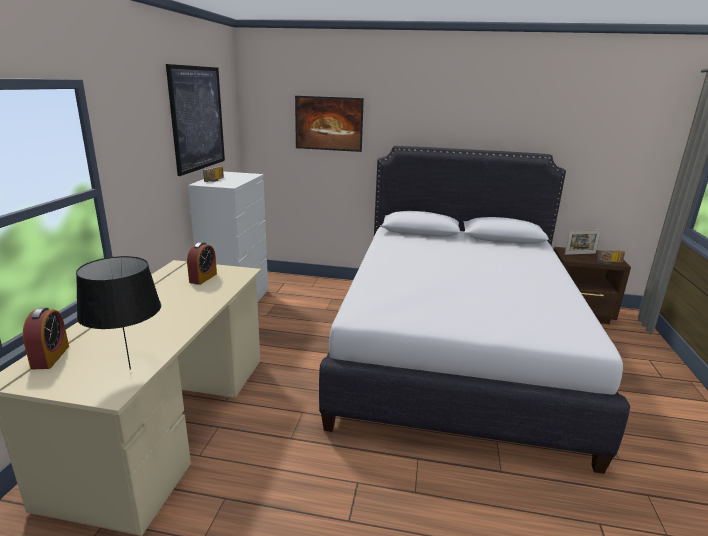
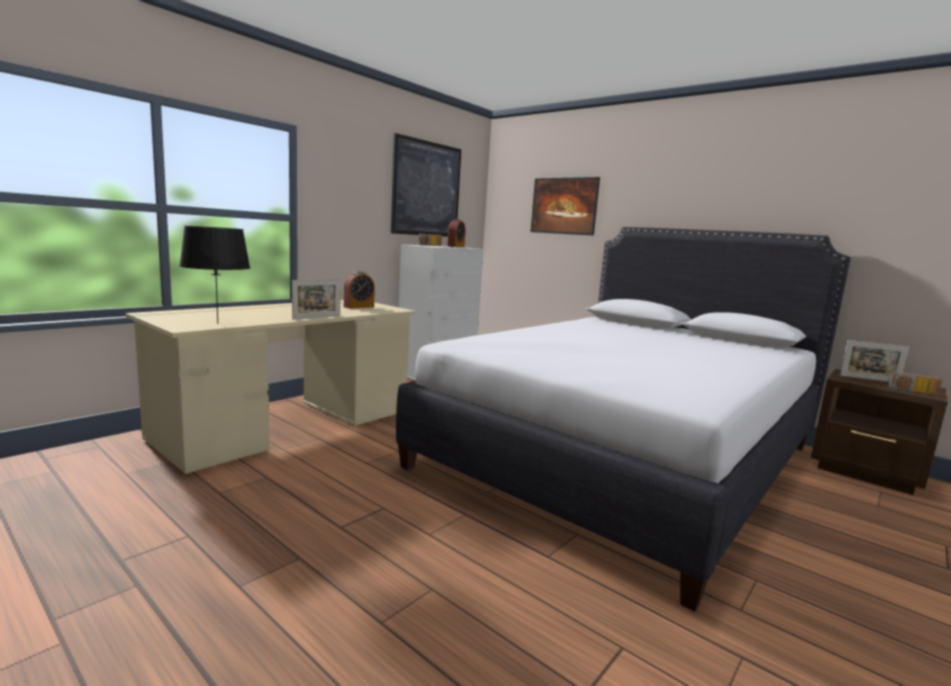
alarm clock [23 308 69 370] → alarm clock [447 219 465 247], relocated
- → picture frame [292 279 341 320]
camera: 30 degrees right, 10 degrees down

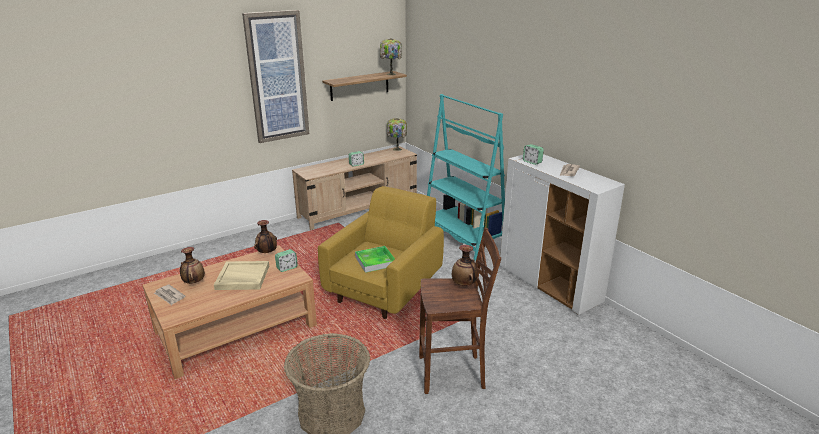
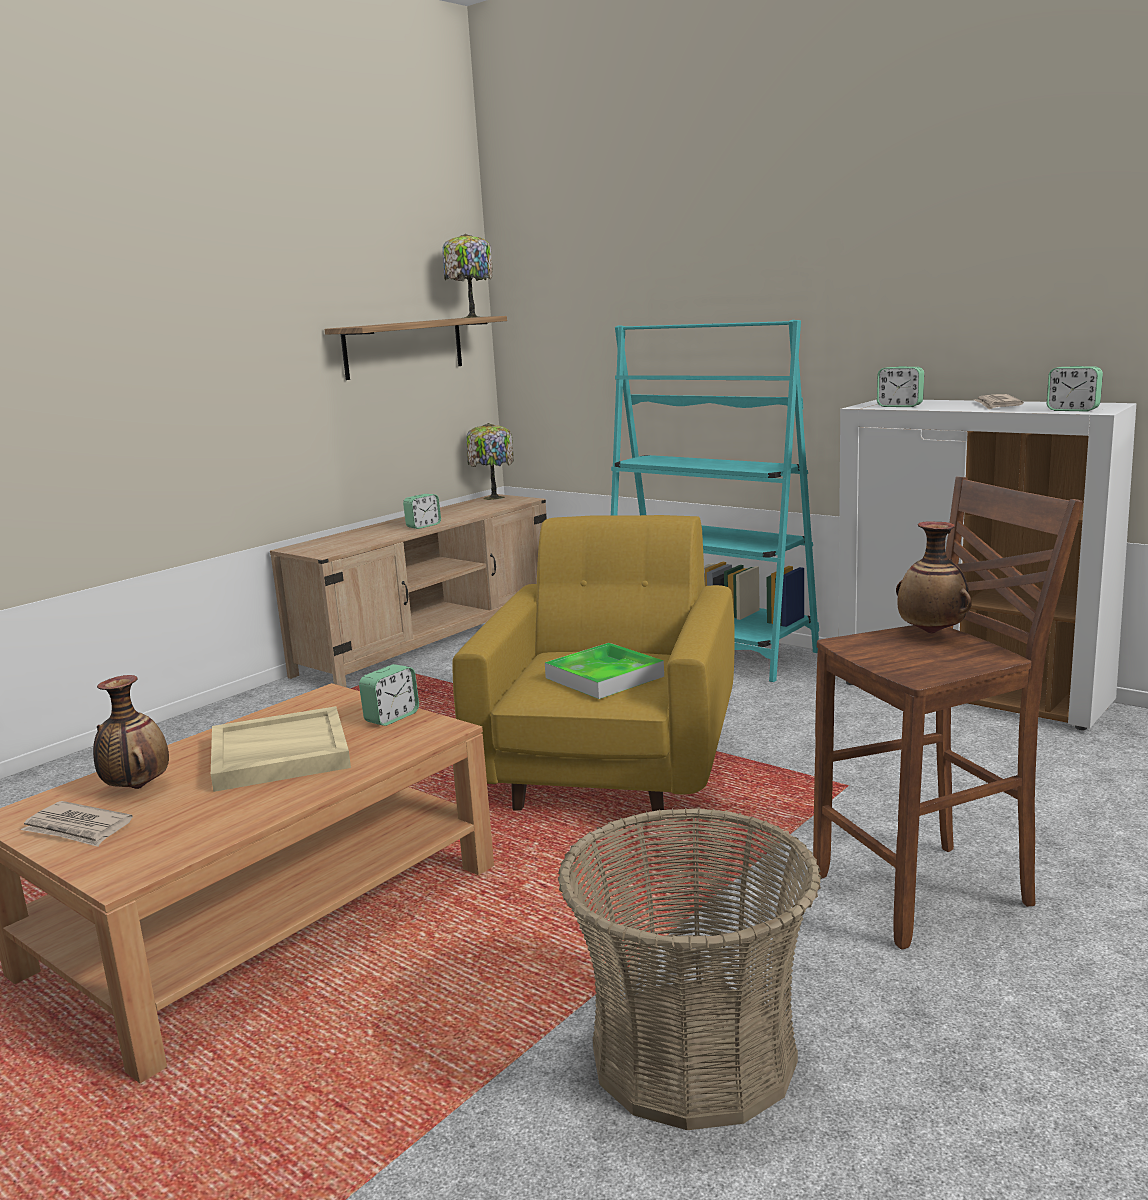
picture [242 10 309 143] → -
vase [254 220 277 253] → -
- → alarm clock [1047 366 1103 411]
camera: 15 degrees left, 10 degrees down

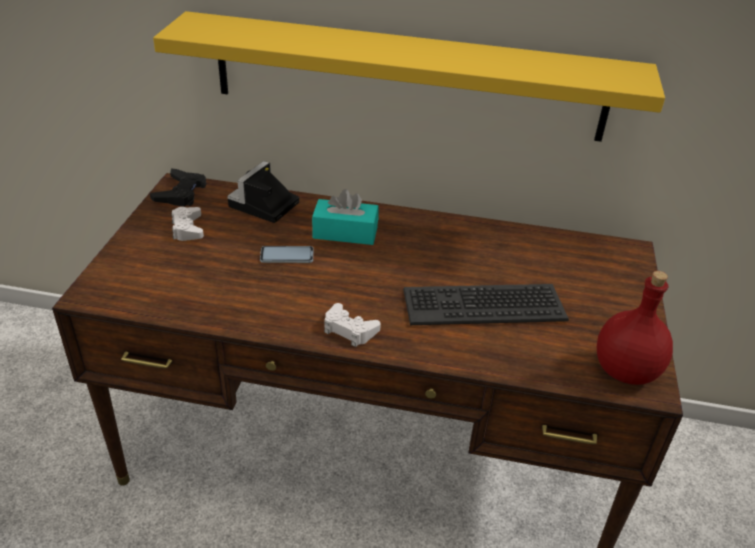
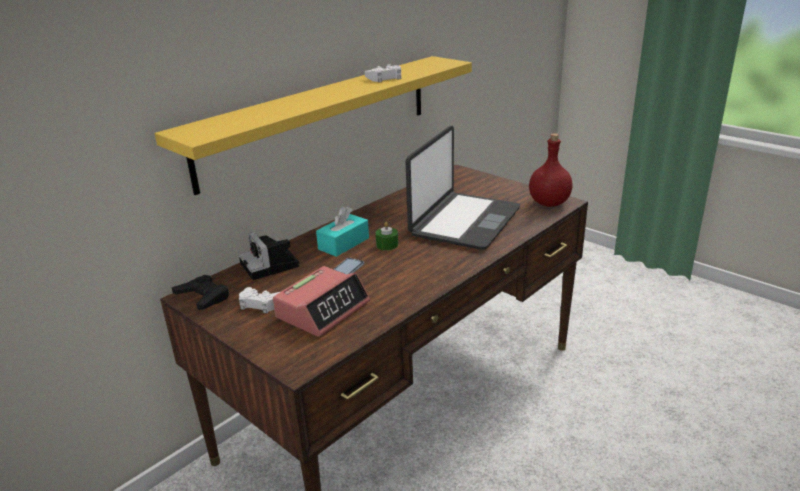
game controller/white [324 303 381 347] → game controller/white [365 64 401 83], relocated
keyboard [403 284 569 325] → laptop [406 126 520 250]
- → alarm clock [273 266 370 337]
- → candle/green [376 221 398 251]
camera: 55 degrees left, 10 degrees down

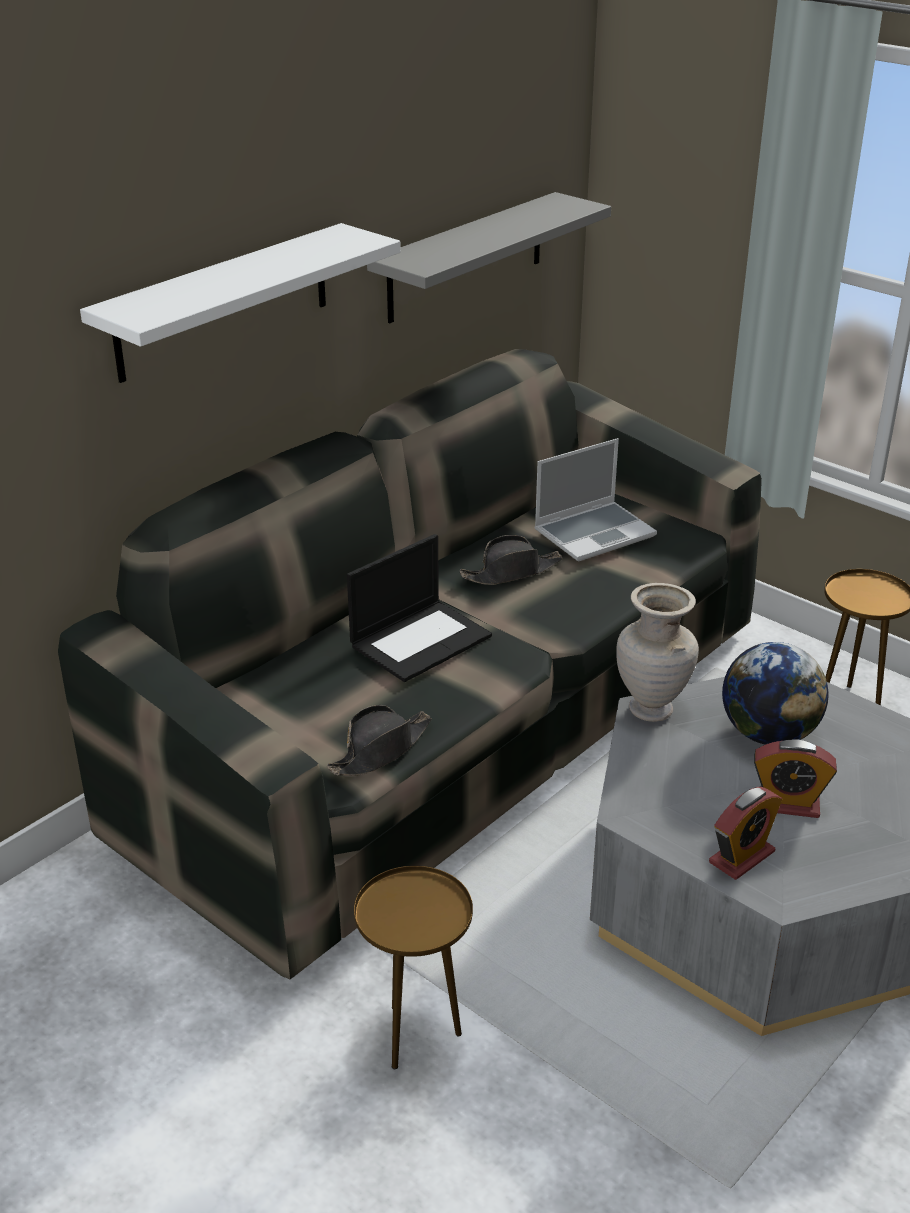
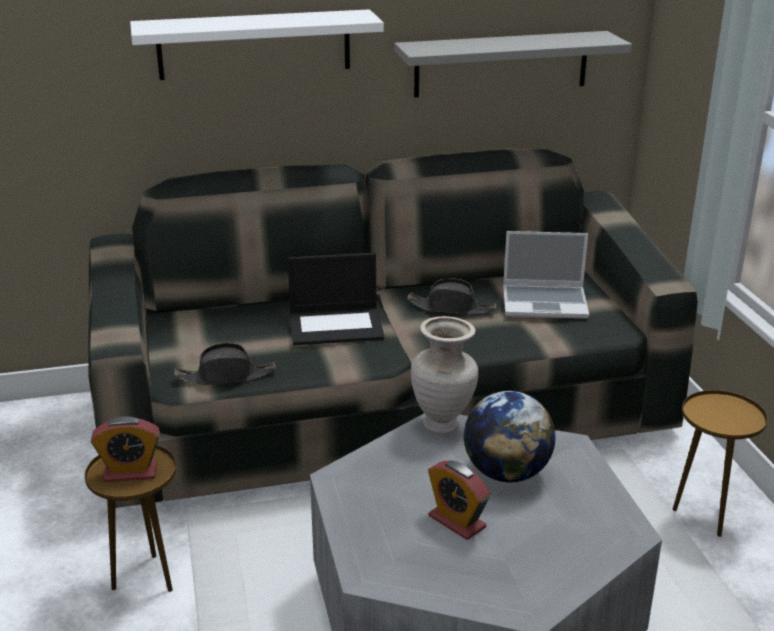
alarm clock [709 787 782 880] → alarm clock [91 416 160 482], relocated
camera: 35 degrees right, 5 degrees down

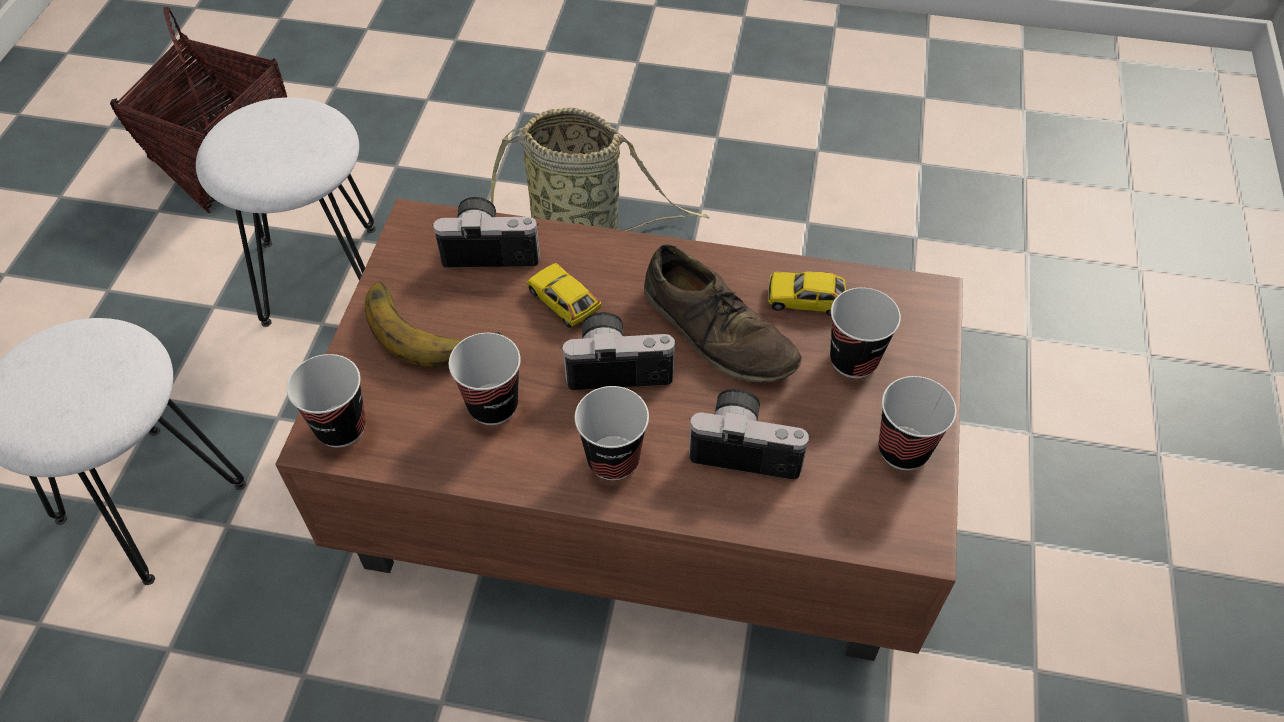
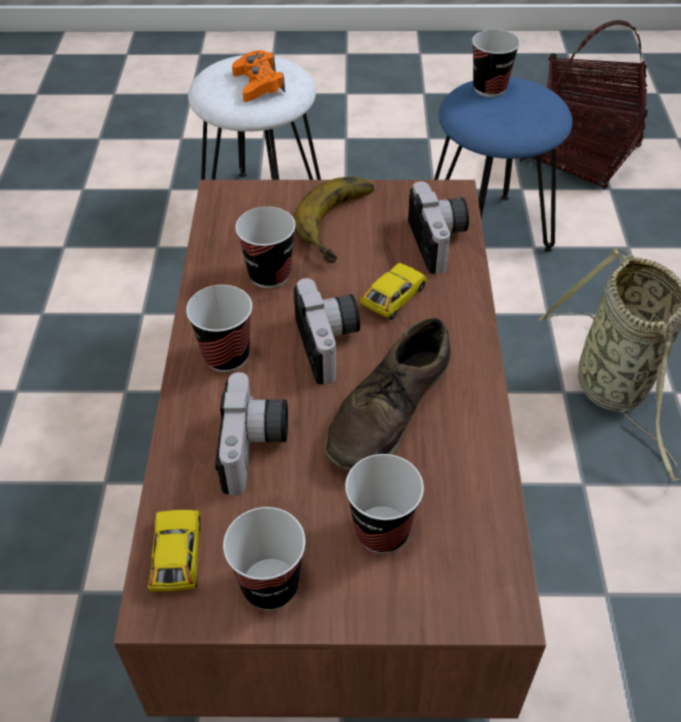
stool/white [196 97 376 327] → stool/blue [434 77 573 253]
cup [287 354 366 447] → cup [472 29 520 97], relocated
toy car [768 271 846 316] → toy car [148 510 201 592], relocated
- → game controller/orange [232 50 285 102]
camera: 80 degrees right, 5 degrees down

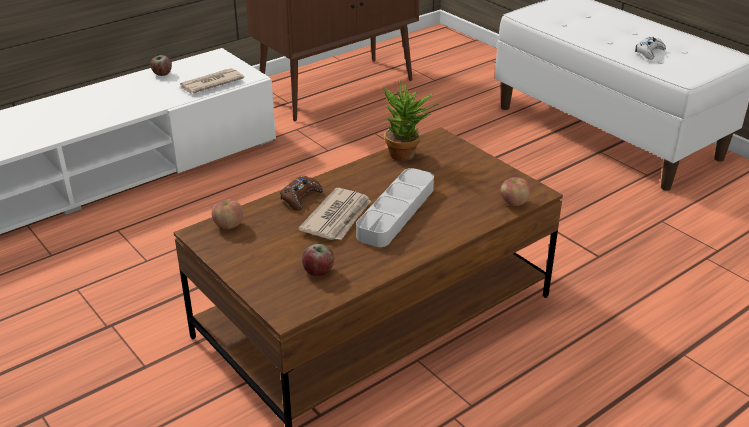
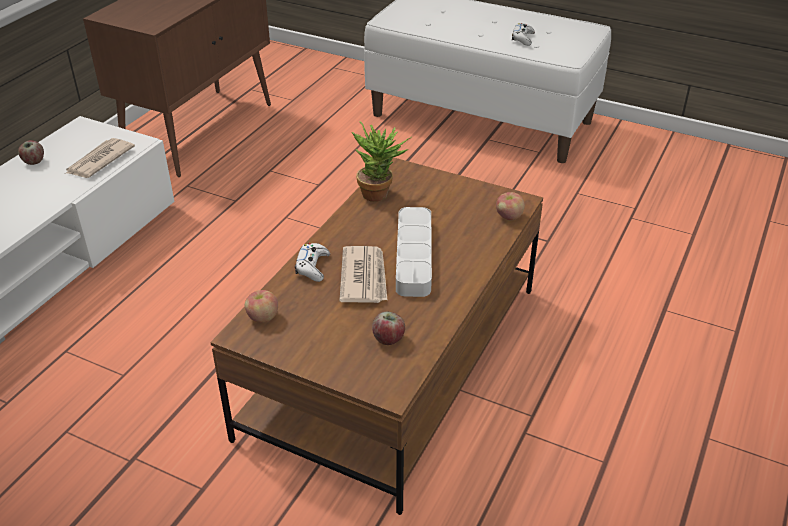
game controller/brown [280 176 323 211] → game controller/white [295 243 330 282]
camera: 25 degrees left, 5 degrees up

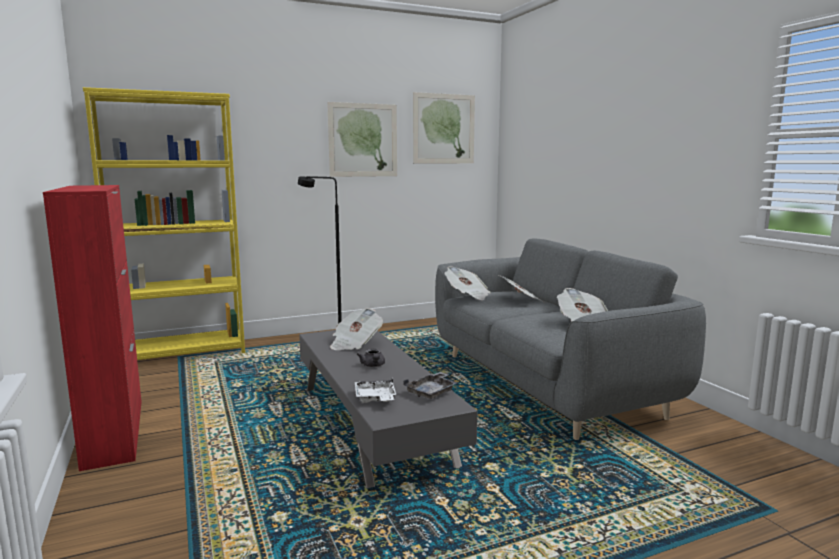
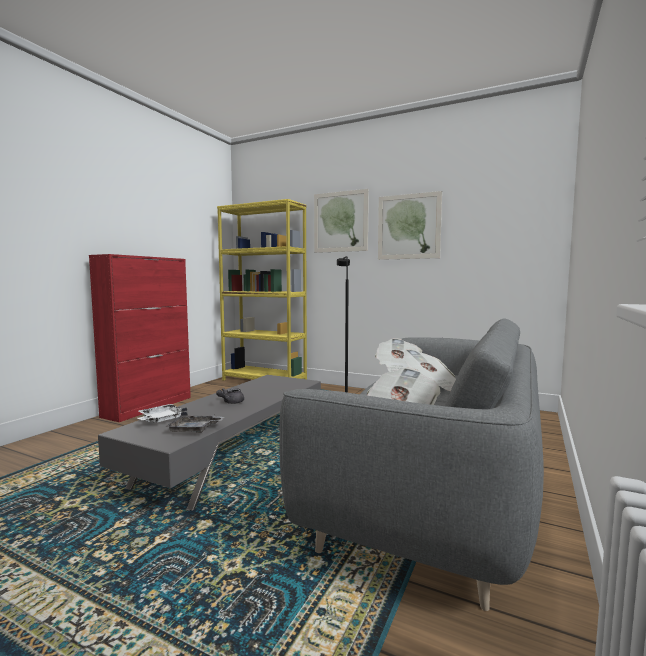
newspaper [330 308 383 350] → -
picture [413 92 475 163] → picture [314 189 369 253], relocated
camera: 50 degrees right, 5 degrees down

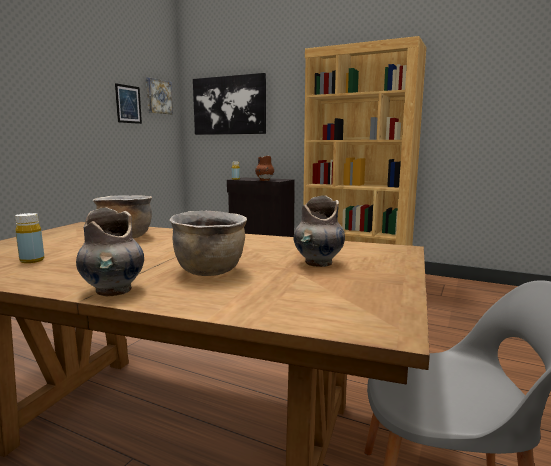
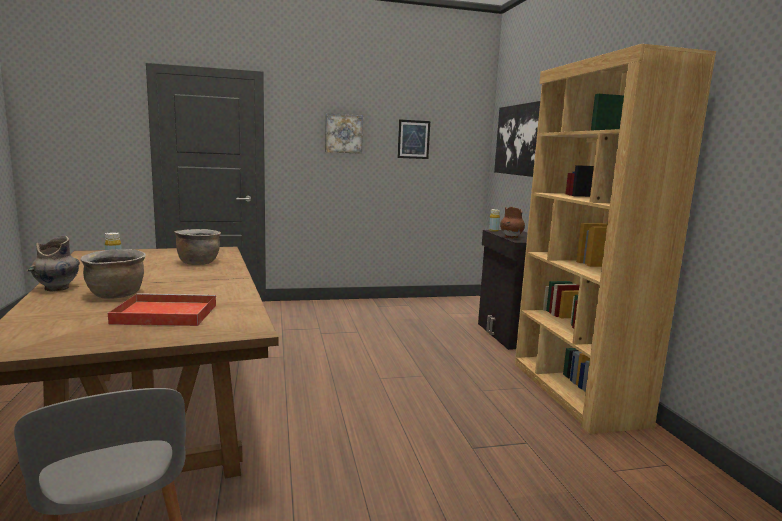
picture [146 78 173 115] → picture [325 113 363 154], relocated
vase/grey [294 195 345 267] → tray/red [108 293 216 326]
camera: 50 degrees right, 0 degrees up

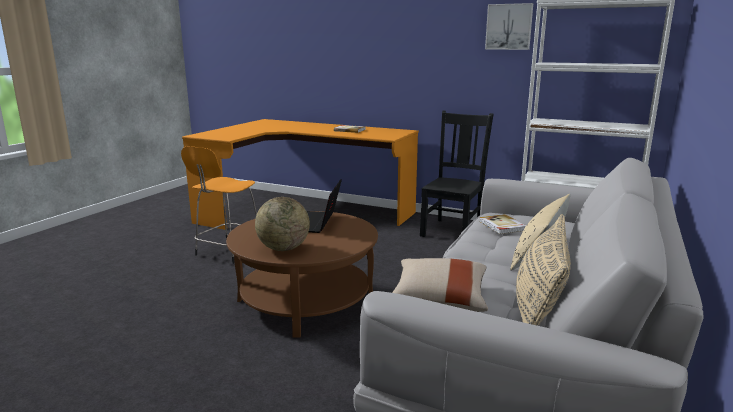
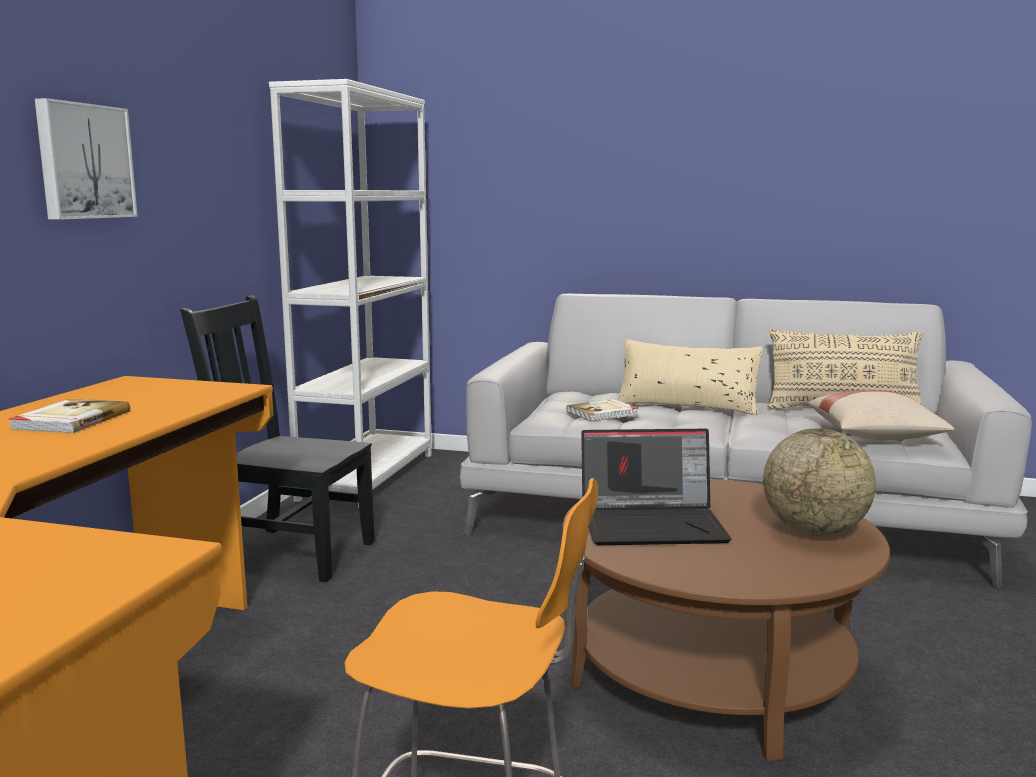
picture [485 3 533 50] → picture [35 98 138 220], relocated
camera: 100 degrees left, 5 degrees down

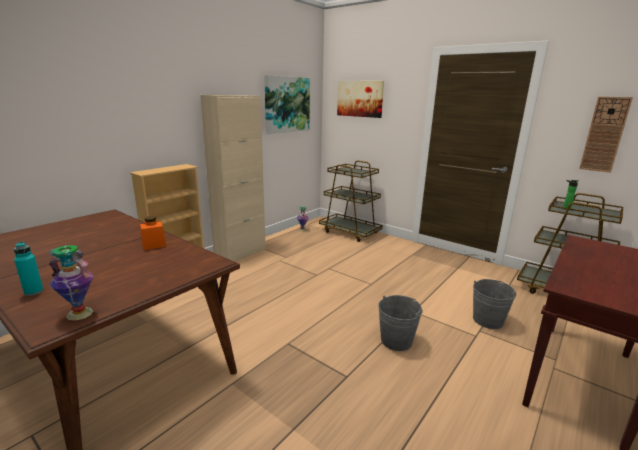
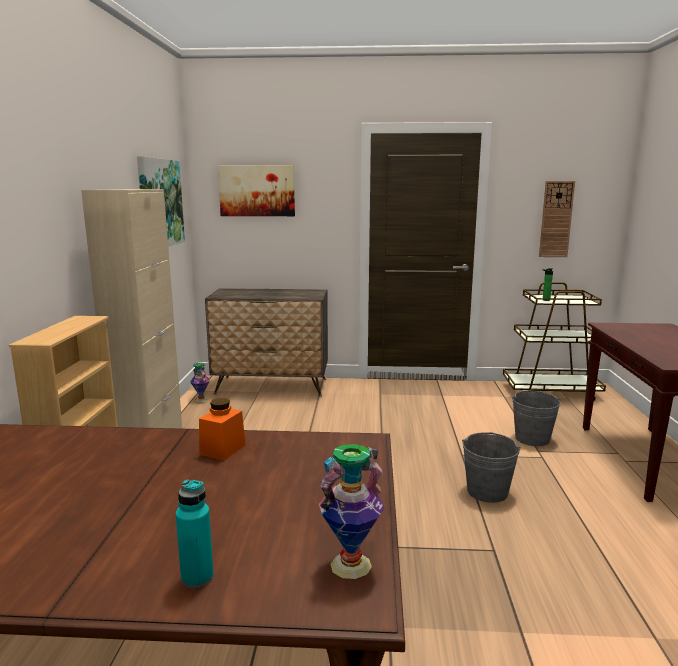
cart/brown [319 161 383 242] → dresser [205 288 328 397]
camera: 35 degrees left, 5 degrees down

